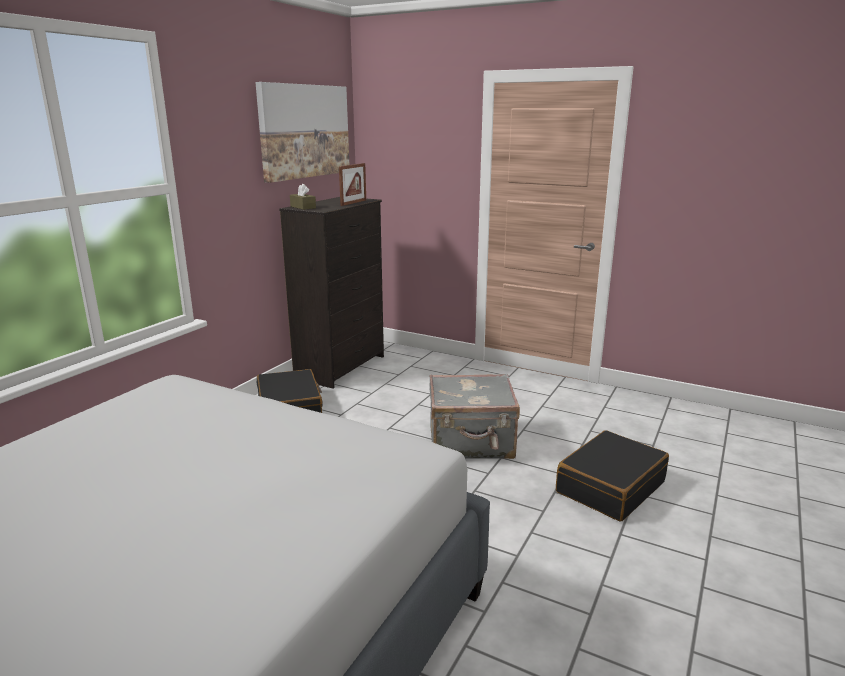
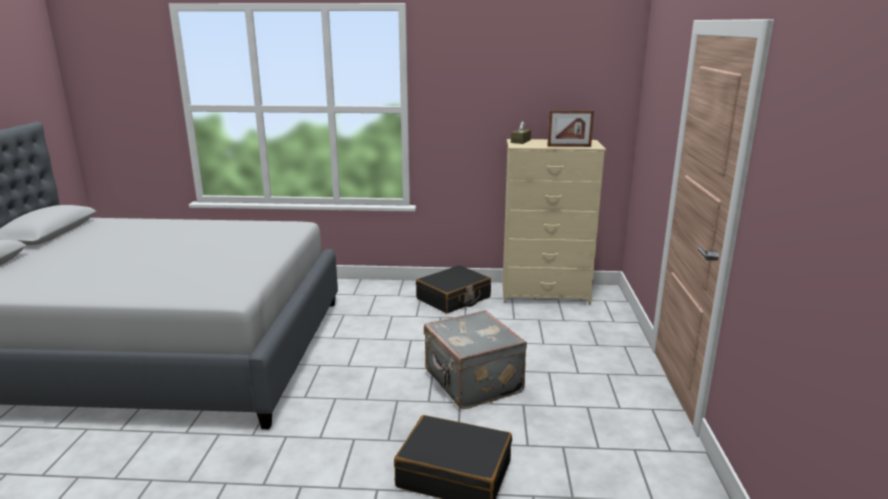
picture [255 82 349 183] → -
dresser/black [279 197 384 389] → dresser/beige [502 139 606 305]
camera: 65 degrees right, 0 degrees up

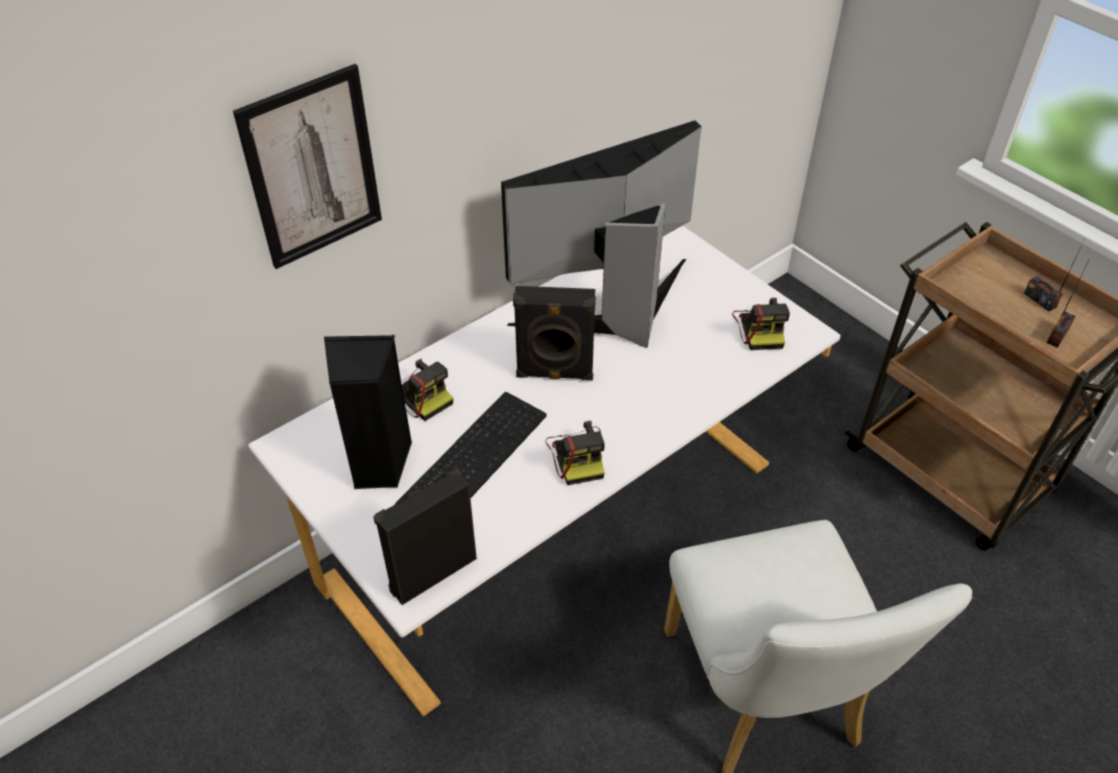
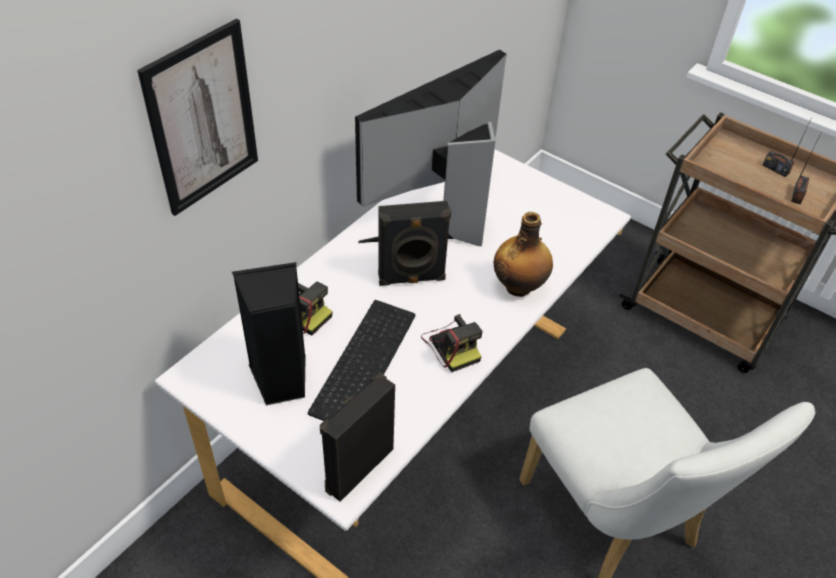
photo camera [732 298 790 350] → -
- → bottle [494 212 553 297]
camera: 15 degrees left, 0 degrees up

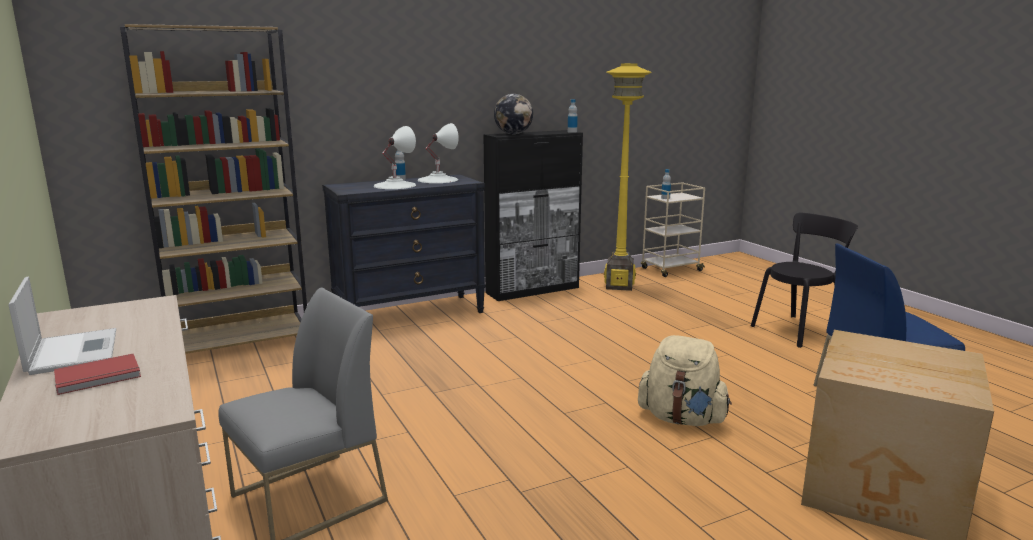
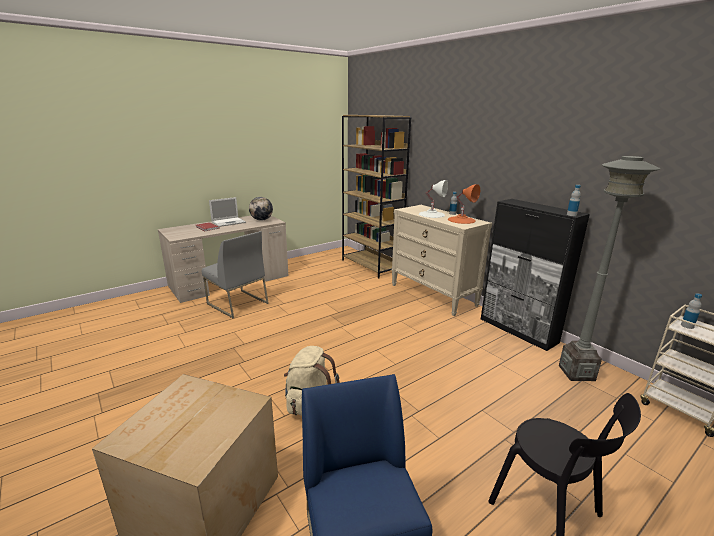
dresser/black [322 174 486 313] → dresser/beige [391 205 492 316]
table lamp/white [418 123 459 183] → table lamp/orange [448 184 480 224]
globe [494 94 533 134] → globe [249 197 273 221], relocated
floor lamp/yellow [604 63 652 291] → floor lamp/grey [559 156 660 381]
camera: 80 degrees right, 5 degrees up

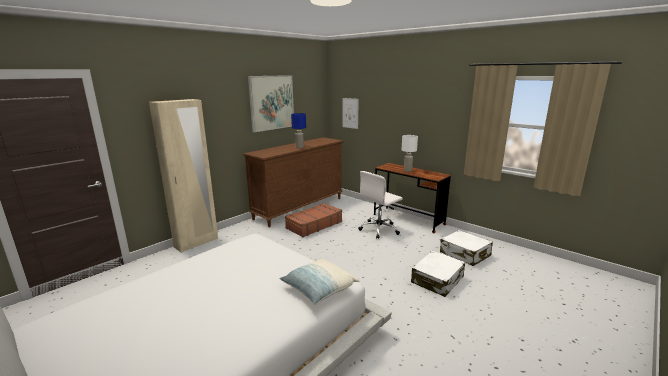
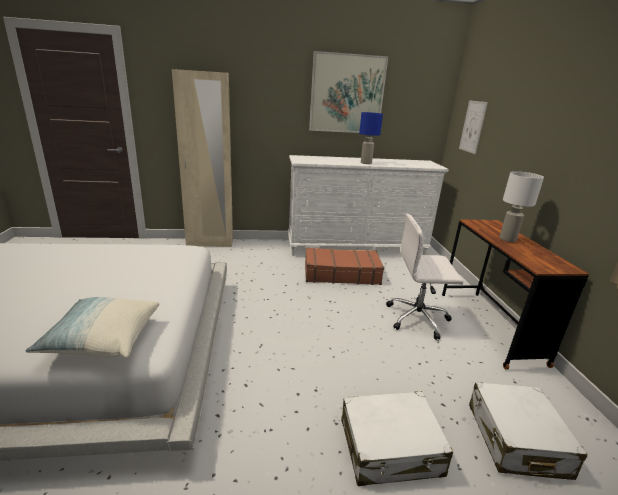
dresser/brown [243 137 343 227] → dresser/white [288 155 449 256]
camera: 40 degrees right, 5 degrees up

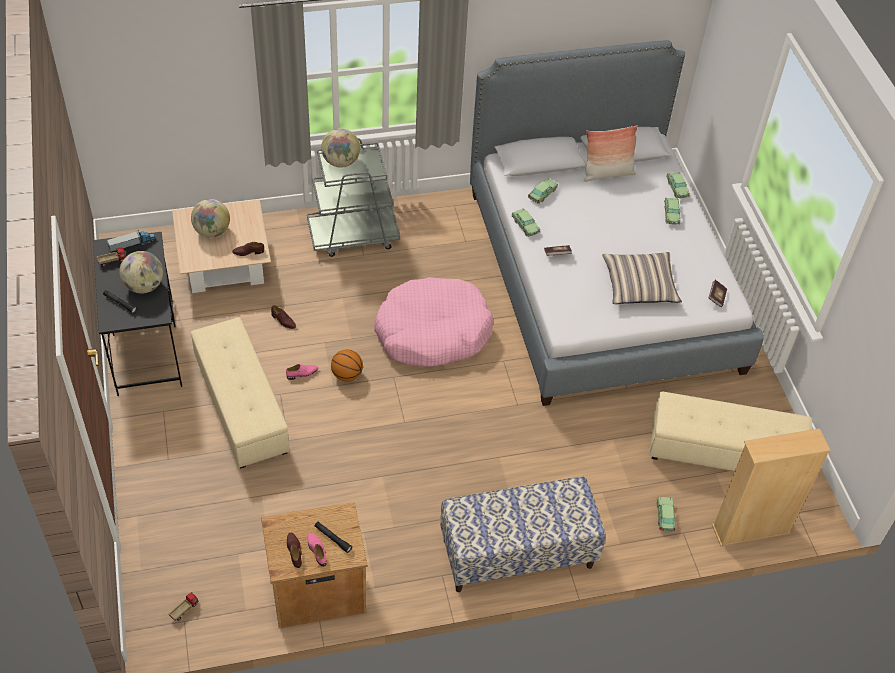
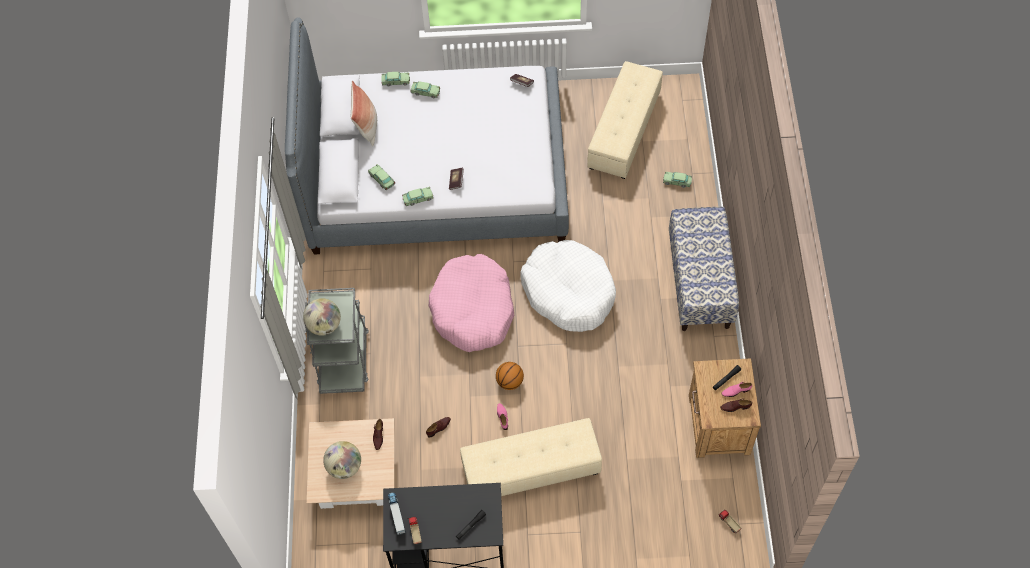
globe [119 251 163 294] → -
pillow [602 252 682 304] → -
bookcase/beige [712 428 831 546] → -
- → dog bed/white [520 240 616 332]
camera: 75 degrees left, 10 degrees up

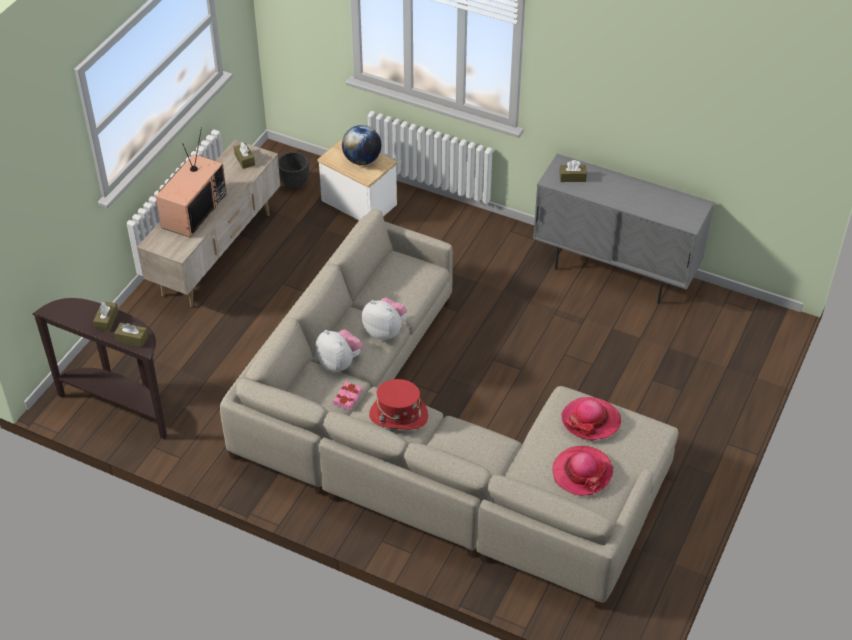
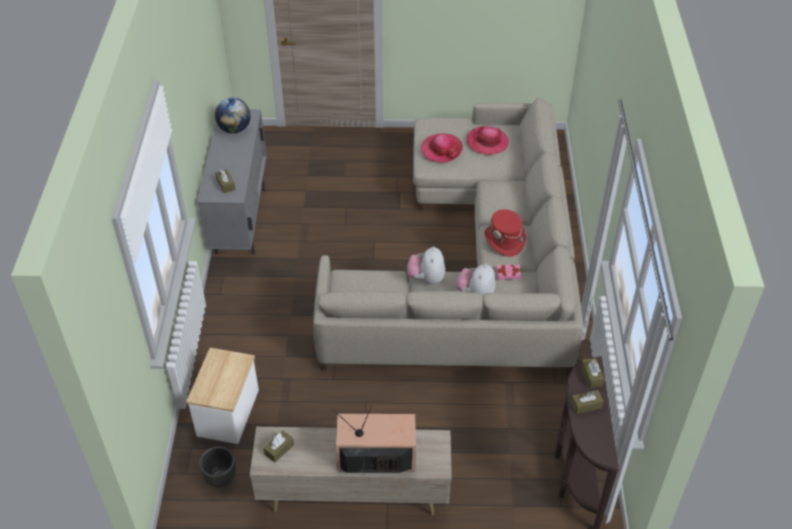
globe [342 125 381 165] → globe [215 98 251 133], relocated
camera: 115 degrees left, 0 degrees up

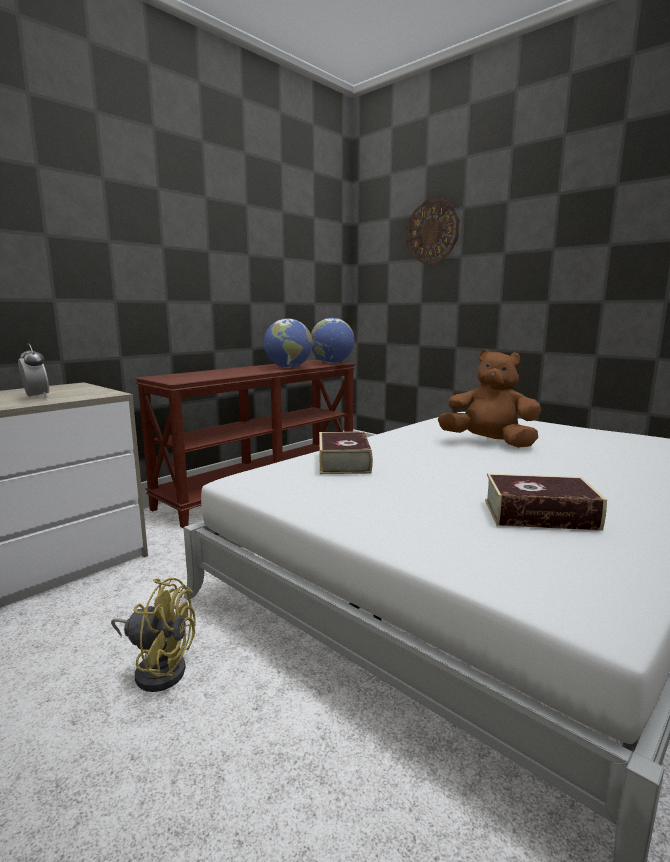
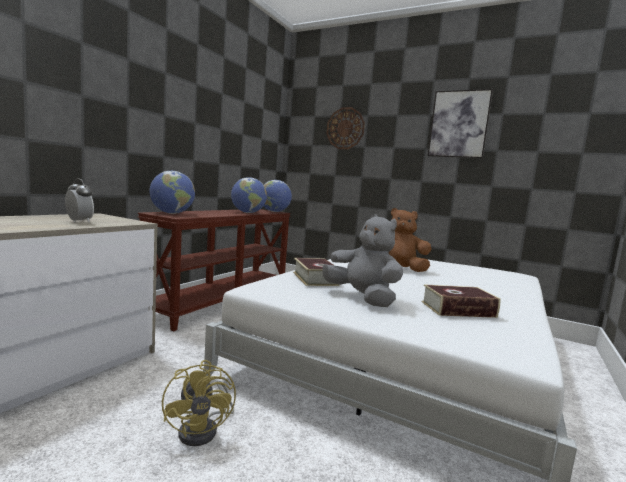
fan/yellow [111 578 196 692] → fan/yellow [162 360 236 446], 75 degrees clockwise
- → globe [150 171 195 214]
- → plush toy/grey [322 214 403 307]
- → picture [428 89 493 158]
camera: 15 degrees left, 5 degrees down

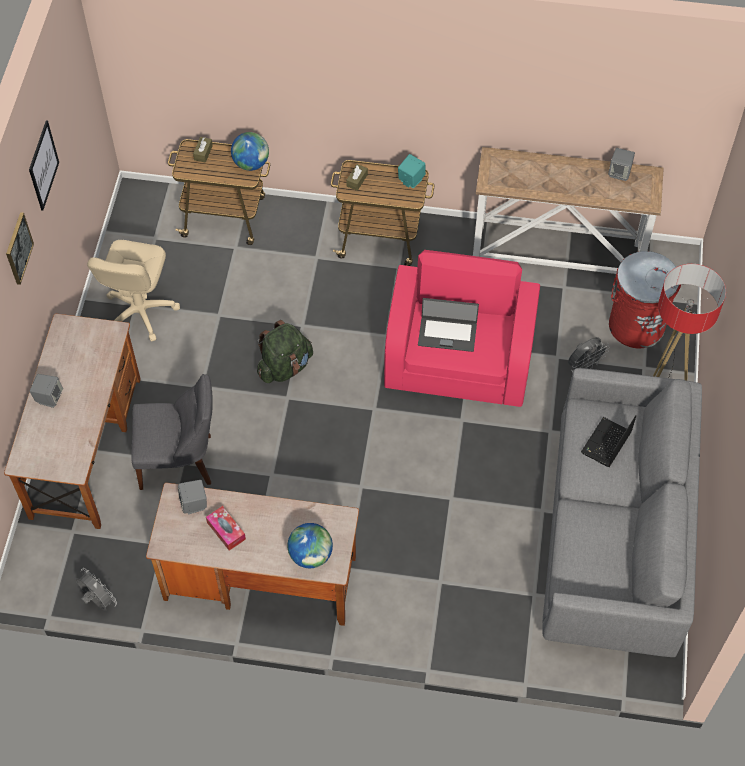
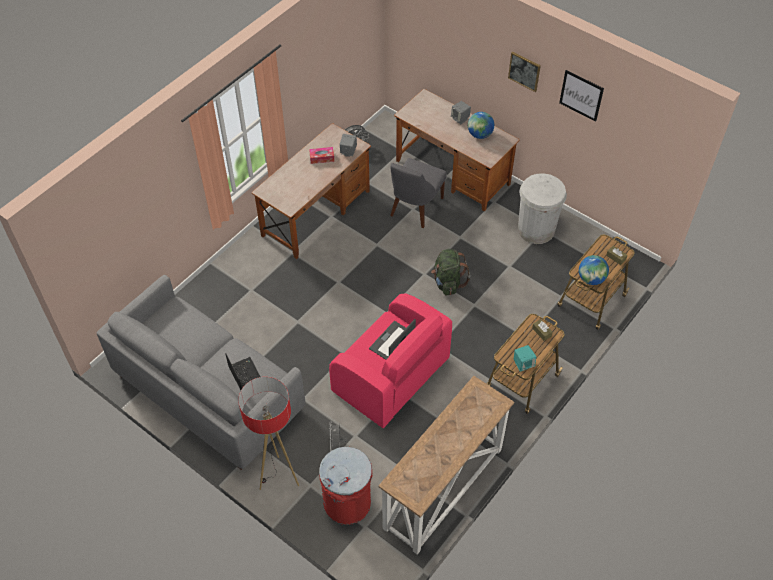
office chair/beige [87 240 180 341] → trash can/white [518 173 567 244]
globe [287 523 333 568] → globe [468 112 494 139], relocated
speaker/grey [608 148 635 181] → -
camera: 120 degrees right, 5 degrees down

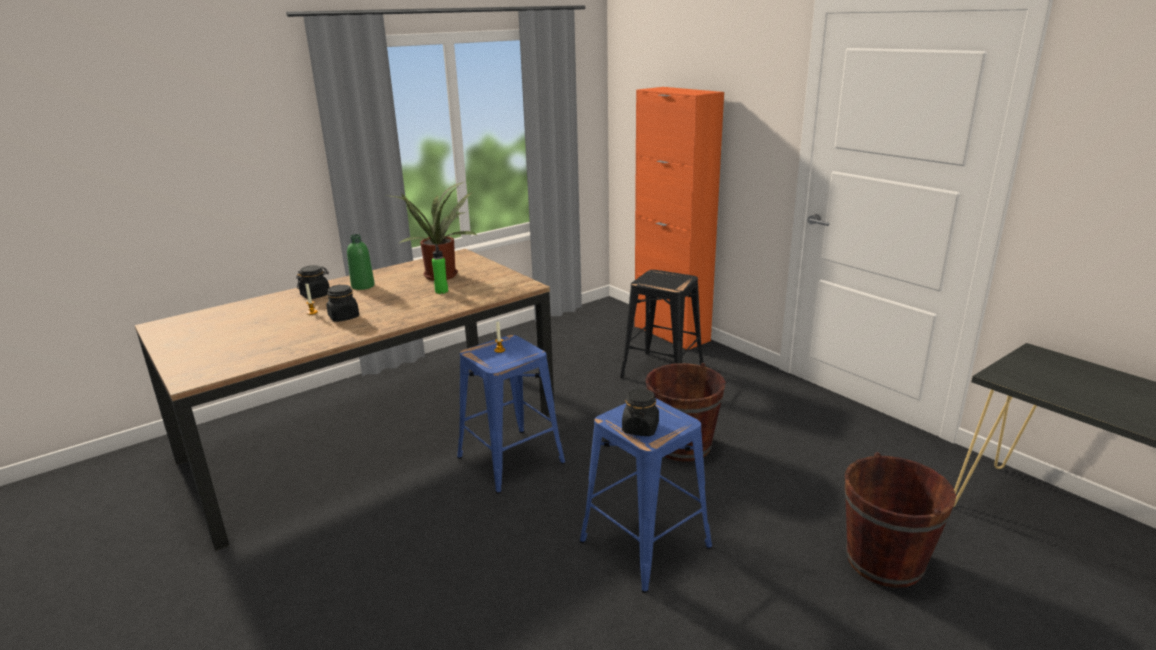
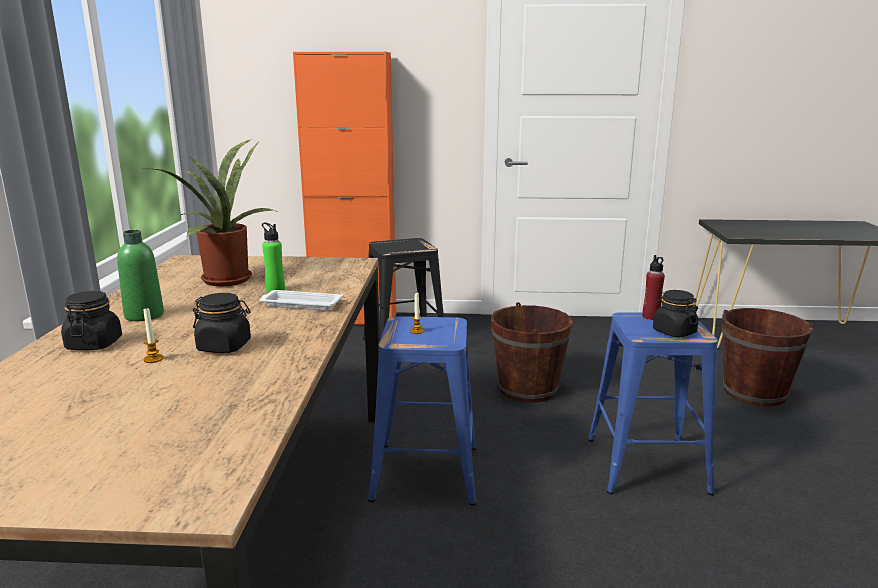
- → tray/white [259 290 344 311]
- → bottle/red [642 255 665 320]
camera: 50 degrees left, 5 degrees down

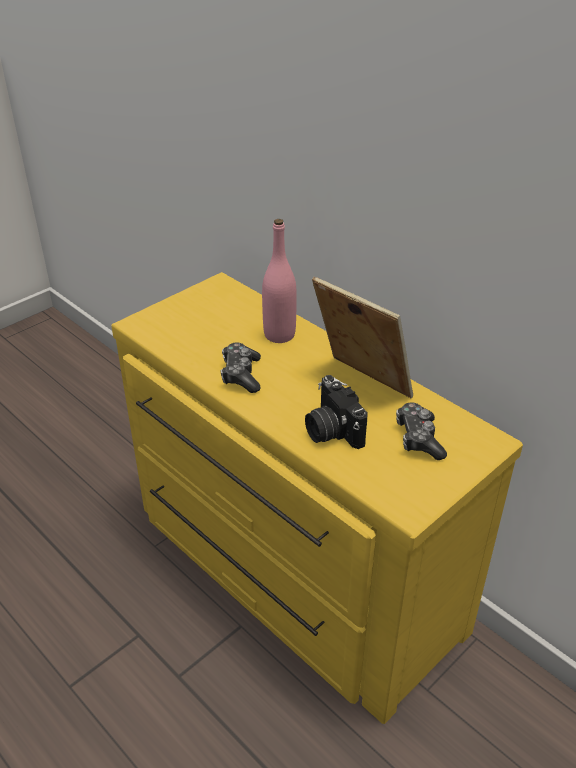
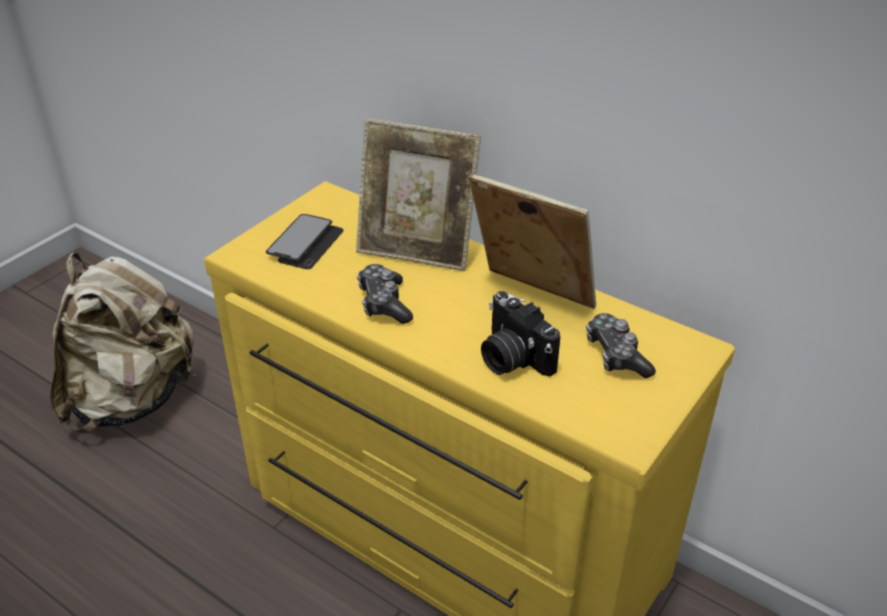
bottle/pink [262 219 297 343] → picture frame [356 118 481 271]
- → backpack/beige [50 252 196 433]
- → phone [266 214 344 269]
camera: 10 degrees left, 0 degrees up

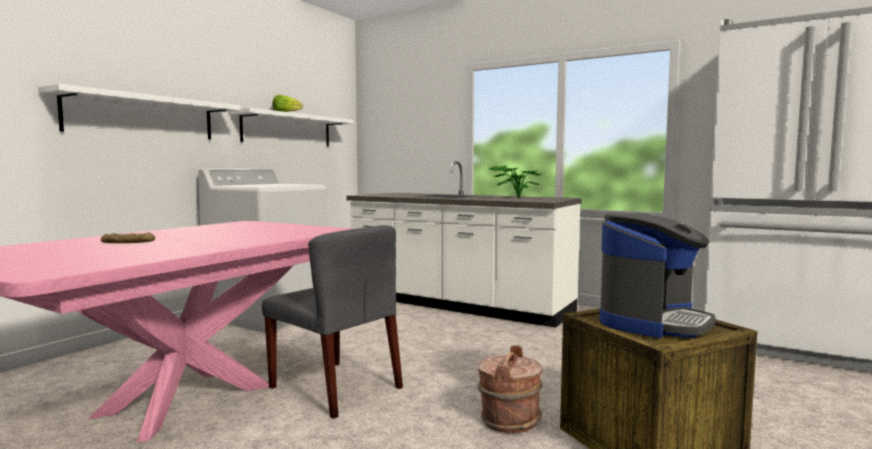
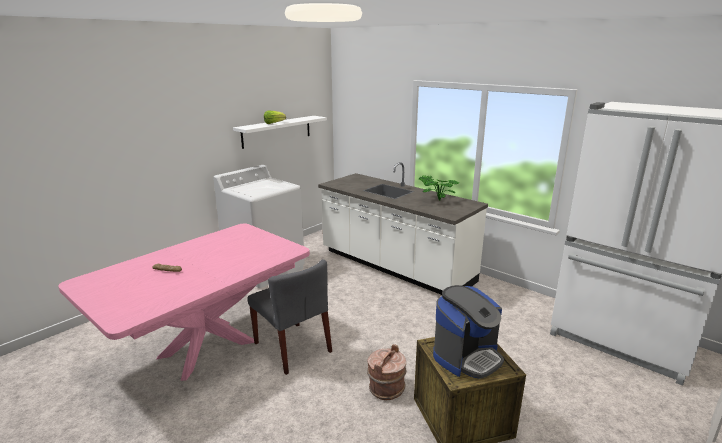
shelf/white [38 84 241 139] → -
camera: 10 degrees right, 15 degrees up

